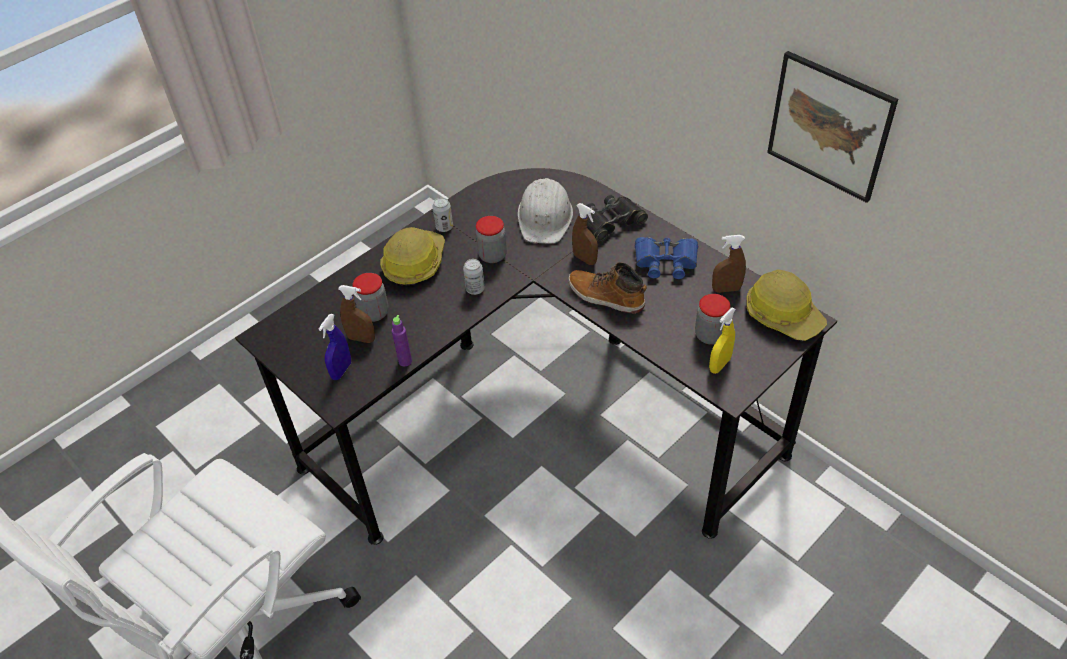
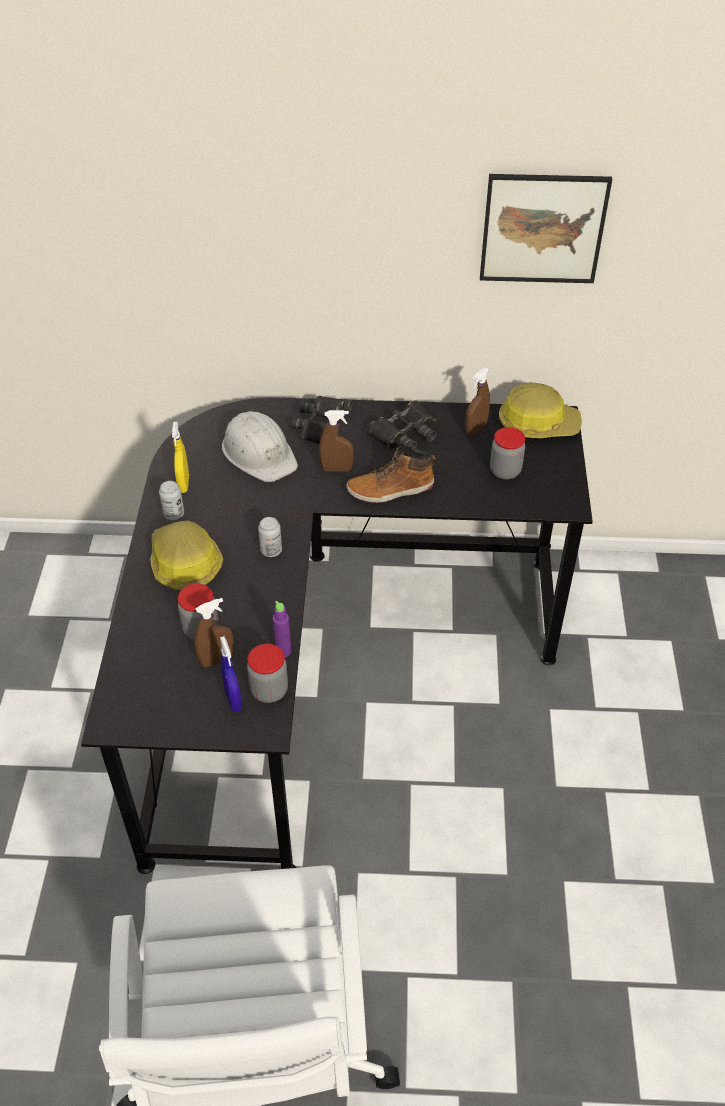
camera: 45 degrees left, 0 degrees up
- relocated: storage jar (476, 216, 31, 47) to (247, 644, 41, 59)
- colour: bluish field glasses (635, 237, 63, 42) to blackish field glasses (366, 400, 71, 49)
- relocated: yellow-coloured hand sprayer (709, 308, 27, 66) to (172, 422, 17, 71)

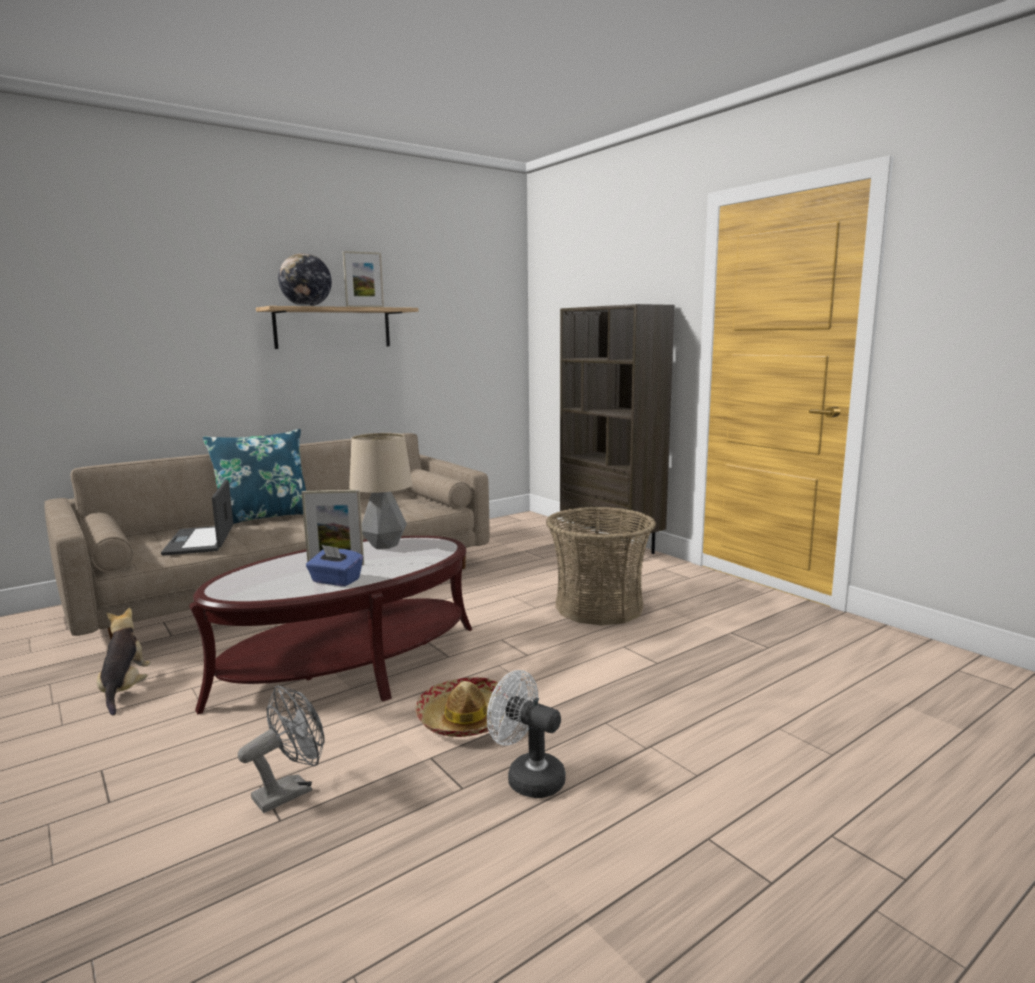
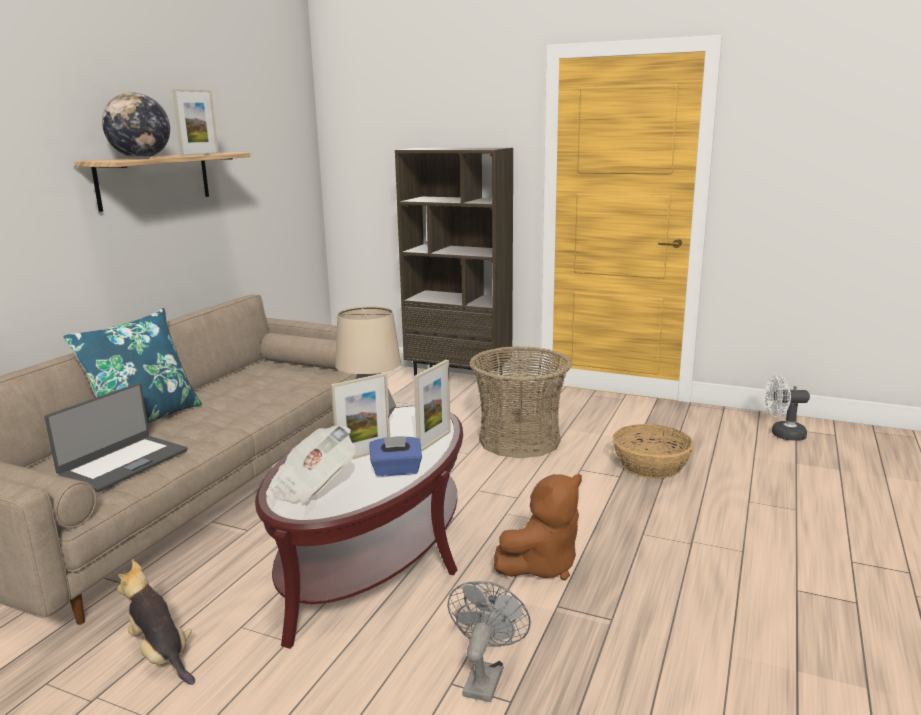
camera: 30 degrees left, 5 degrees up
- spun: notebook computer (161, 480, 72, 76) = (45, 383, 143, 109) 105 degrees counterclockwise
- relocated: white-coloured electric fan (487, 670, 79, 128) to (765, 375, 45, 66)
- exchanged: hat (415, 677, 93, 60) to brown cuddly toy (494, 474, 88, 106)
- appeared: picture frame (414, 360, 37, 92)
- appeared: storage basket (613, 424, 81, 55)
- appeared: newspaper (266, 425, 90, 78)

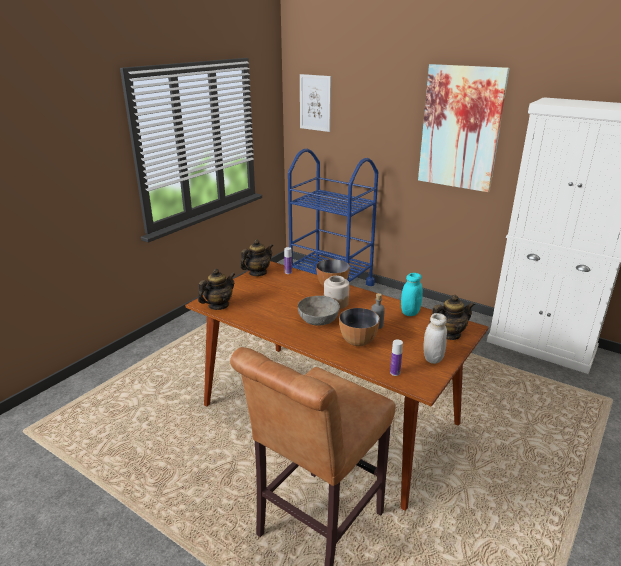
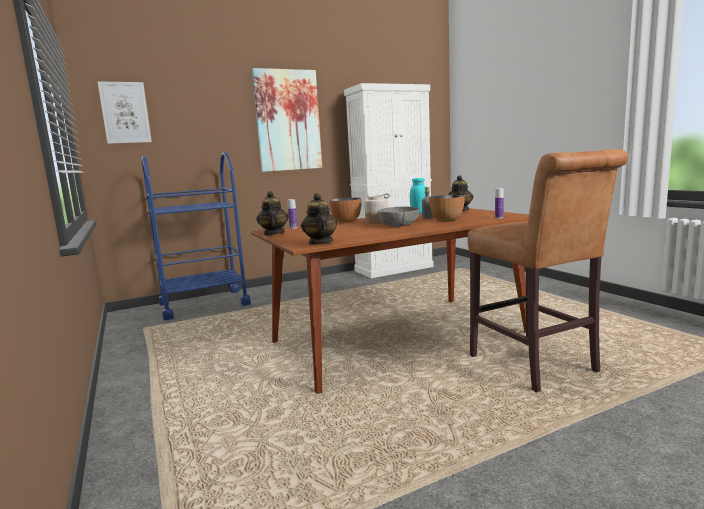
camera: 60 degrees left, 15 degrees down
- missing: white-coloured storage jar (423, 313, 24, 51)

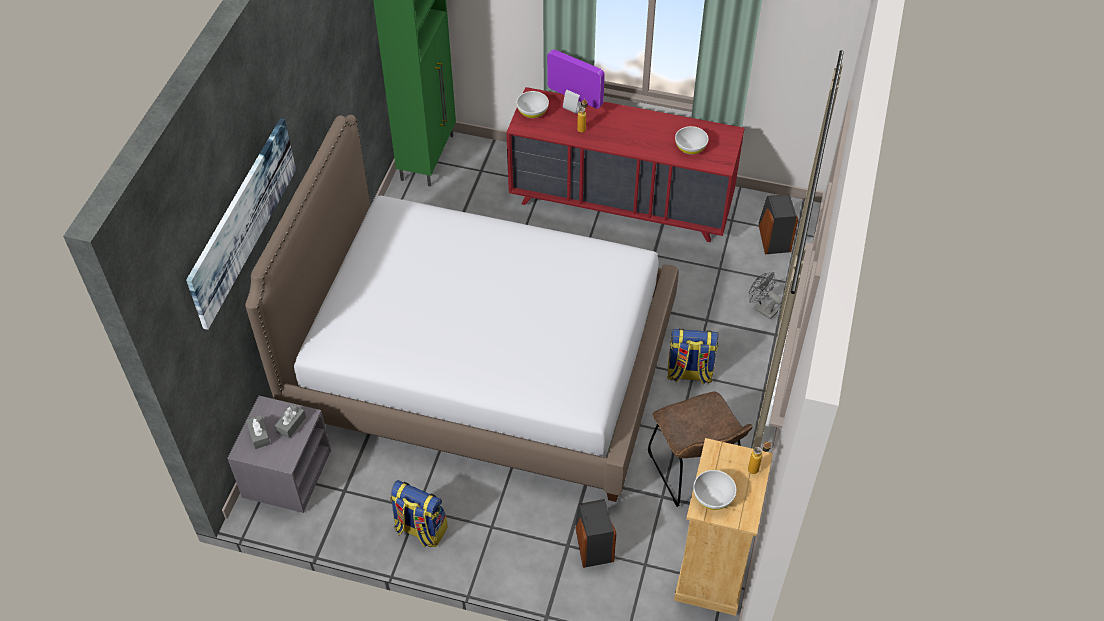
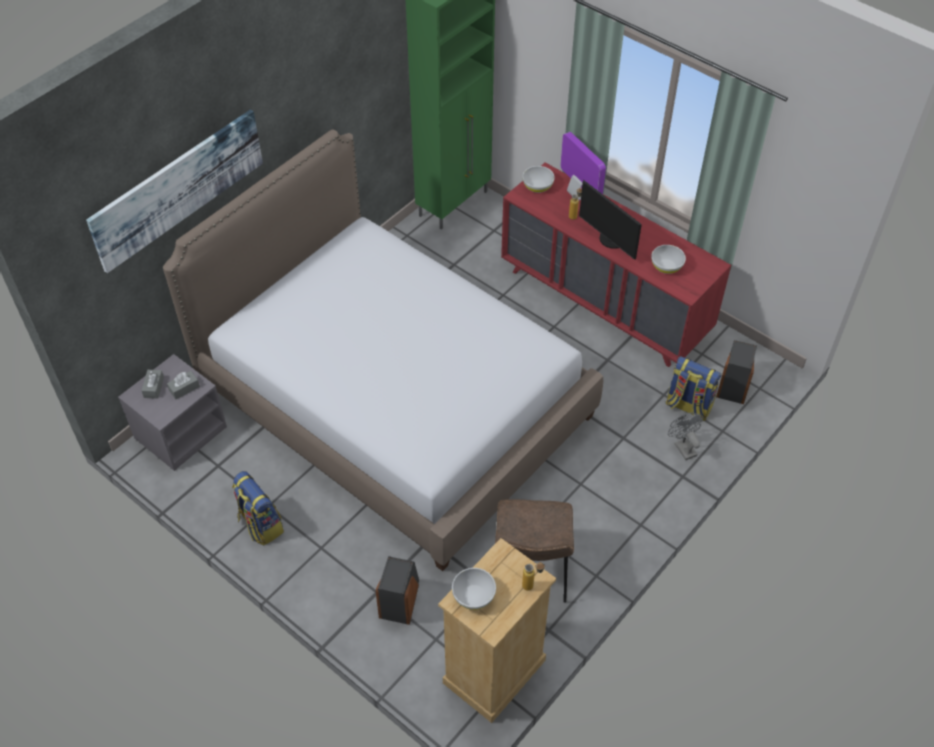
camera: 25 degrees right, 0 degrees up
- relocated: knapsack (667, 329, 52, 56) to (666, 356, 56, 65)
- appeared: computer screen (579, 180, 63, 79)

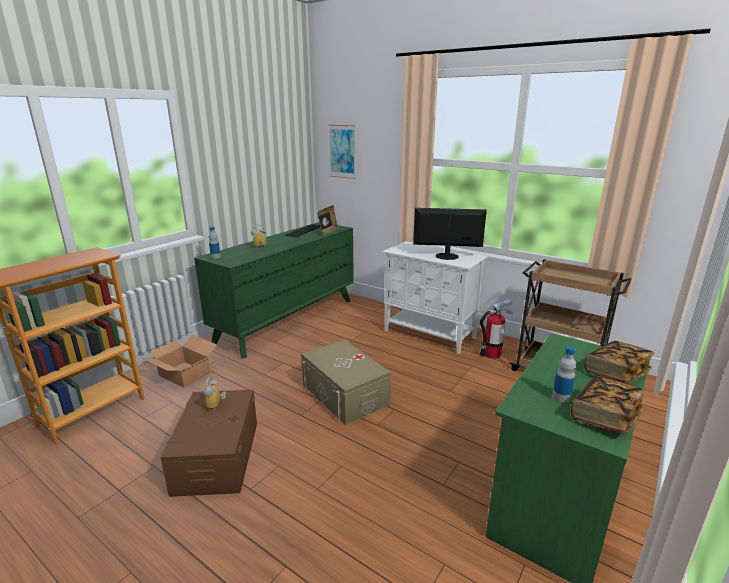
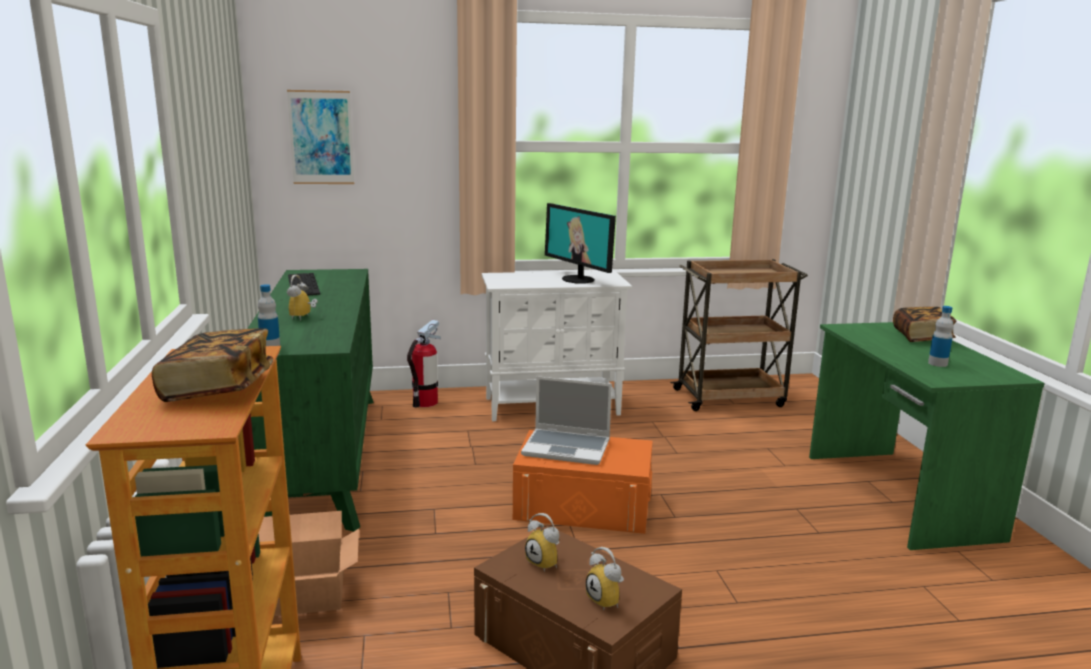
camera: 45 degrees left, 5 degrees down
- missing: picture frame (317, 205, 22, 30)
- spun: computer screen (413, 208, 74, 52) = (545, 203, 71, 81) 90 degrees counterclockwise
- relocated: fire-fighting cylinder (480, 299, 33, 60) to (407, 320, 34, 88)
- colour: beige-coloured storage bin (301, 340, 90, 85) to orange-coloured storage bin (513, 430, 139, 104)
- relocated: bound book (570, 377, 75, 57) to (152, 328, 121, 74)
- appeared: notebook computer (521, 376, 91, 89)
- appeared: bedside clock (586, 547, 38, 63)

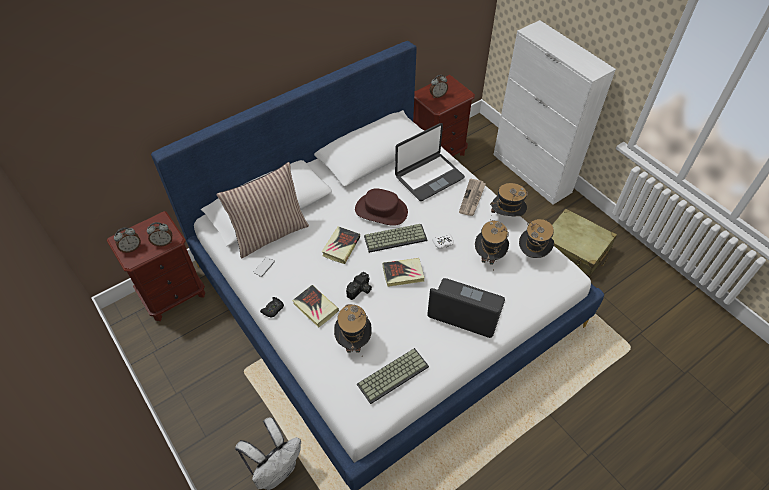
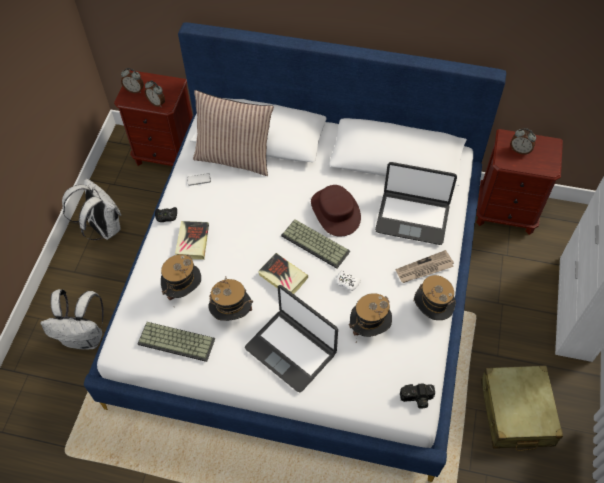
camera: 50 degrees right, 5 degrees up
- relocated: hat (519, 219, 35, 39) to (208, 278, 45, 43)
- missing: bound book (322, 226, 38, 38)
- relocated: photo camera (346, 272, 26, 28) to (400, 383, 35, 26)
- spun: notebook computer (427, 278, 78, 60) = (245, 285, 93, 108) 150 degrees clockwise
- appeared: white-coloured knapsack (62, 178, 59, 62)

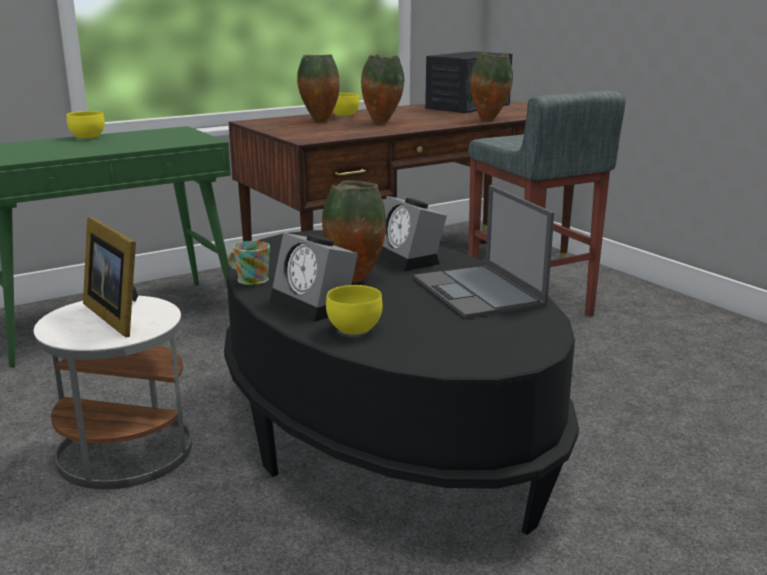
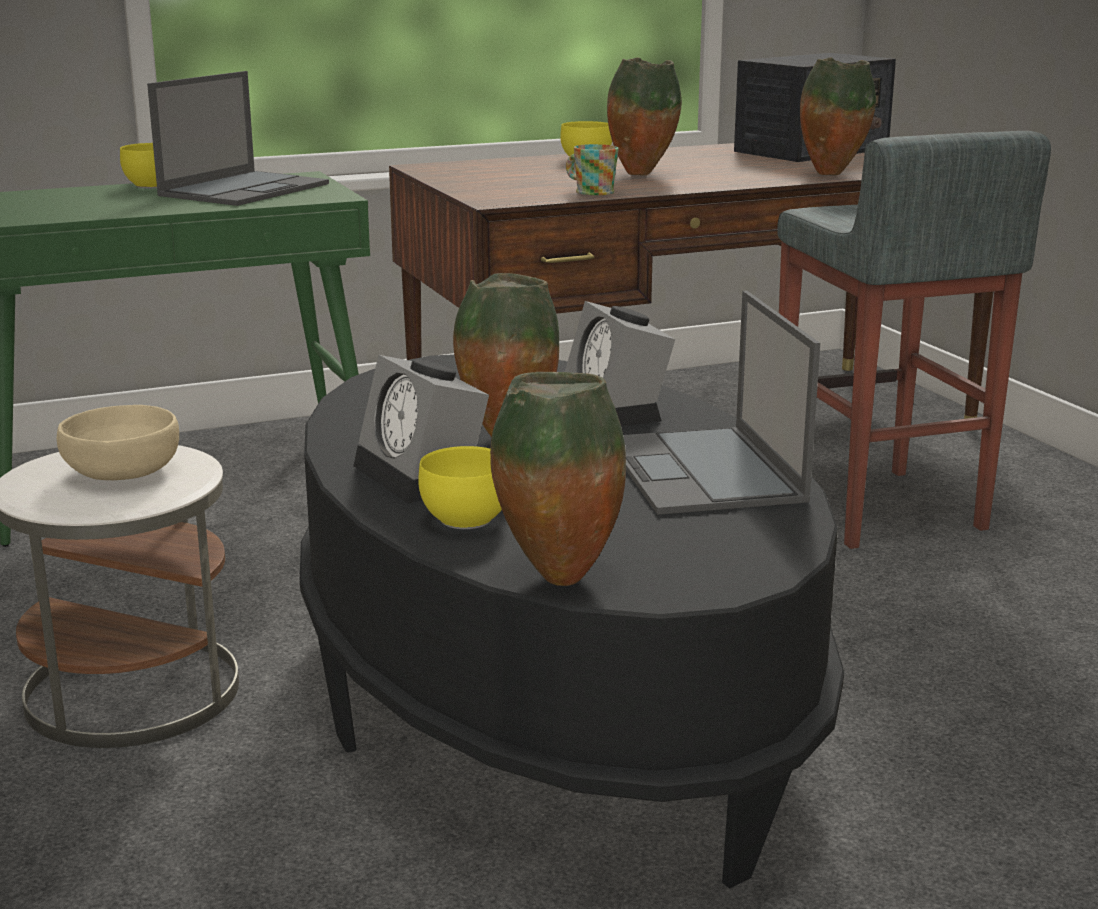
camera: 10 degrees right, 0 degrees up
- relocated: flower vase (297, 54, 43, 68) to (490, 372, 136, 214)
- exchanged: picture frame (83, 217, 55, 120) to beige-coloured deep dish (57, 405, 122, 75)
- relocated: coffee mug (228, 241, 42, 44) to (566, 144, 53, 51)
- appeared: notebook computer (147, 71, 182, 135)

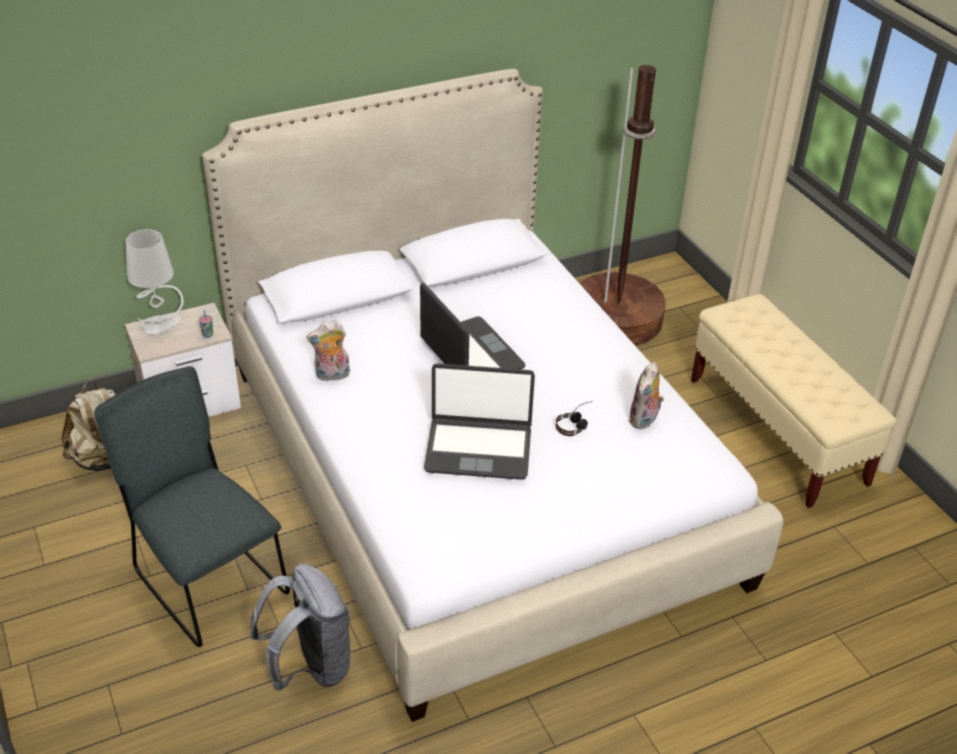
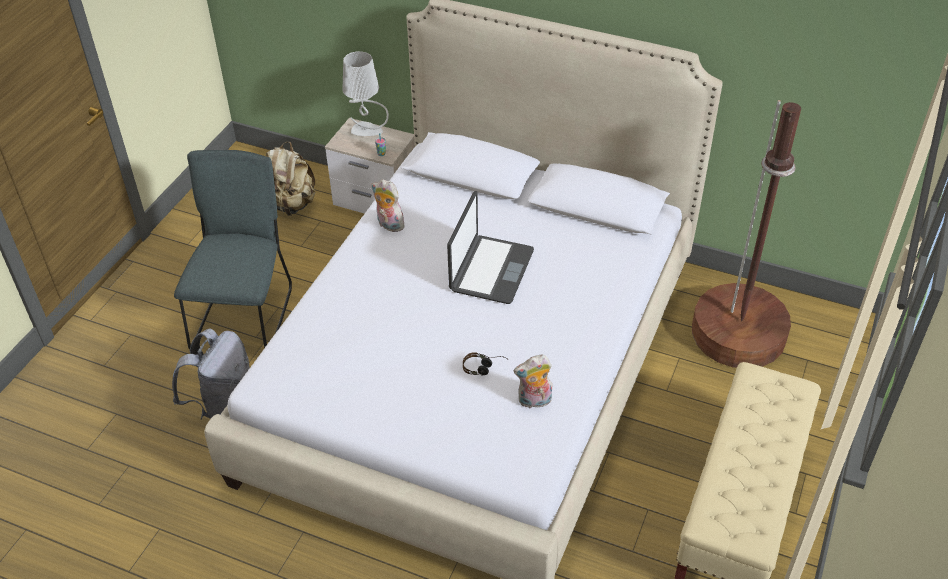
camera: 50 degrees right, 5 degrees up
- missing: notebook computer (424, 363, 111, 117)

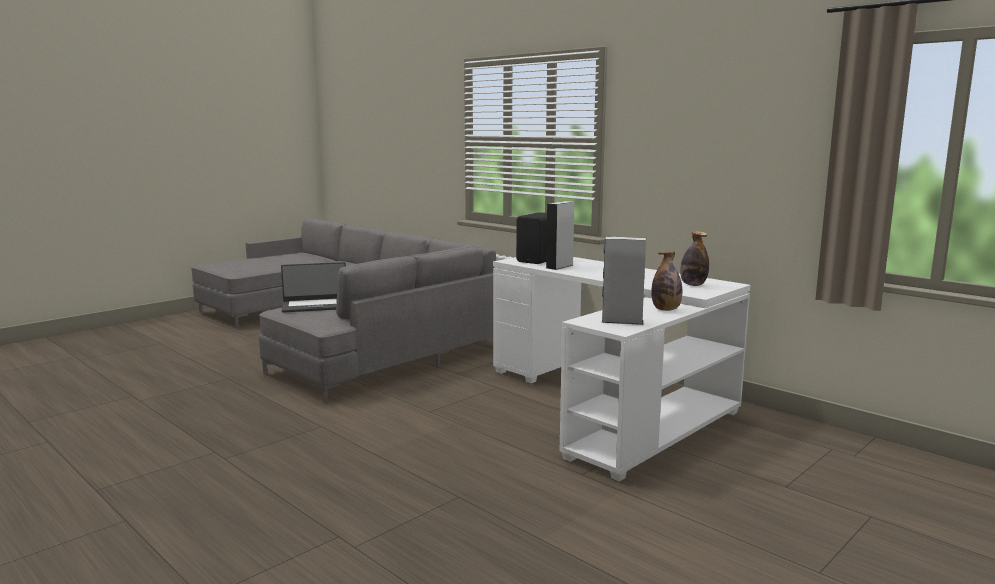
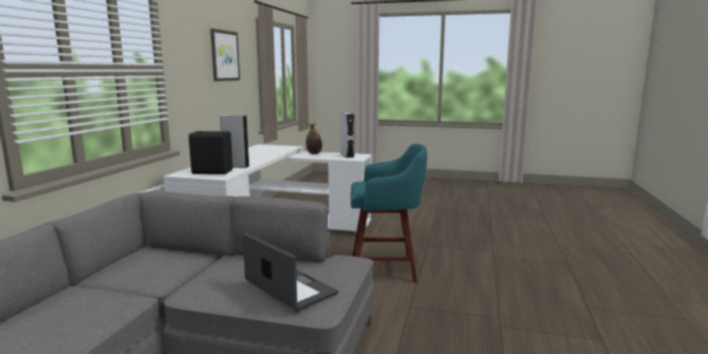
camera: 120 degrees left, 0 degrees up
- missing: beverage bottle (680, 231, 29, 55)
- appeared: picture (210, 29, 30, 52)
- appeared: turquoise stool seat (351, 144, 76, 138)

